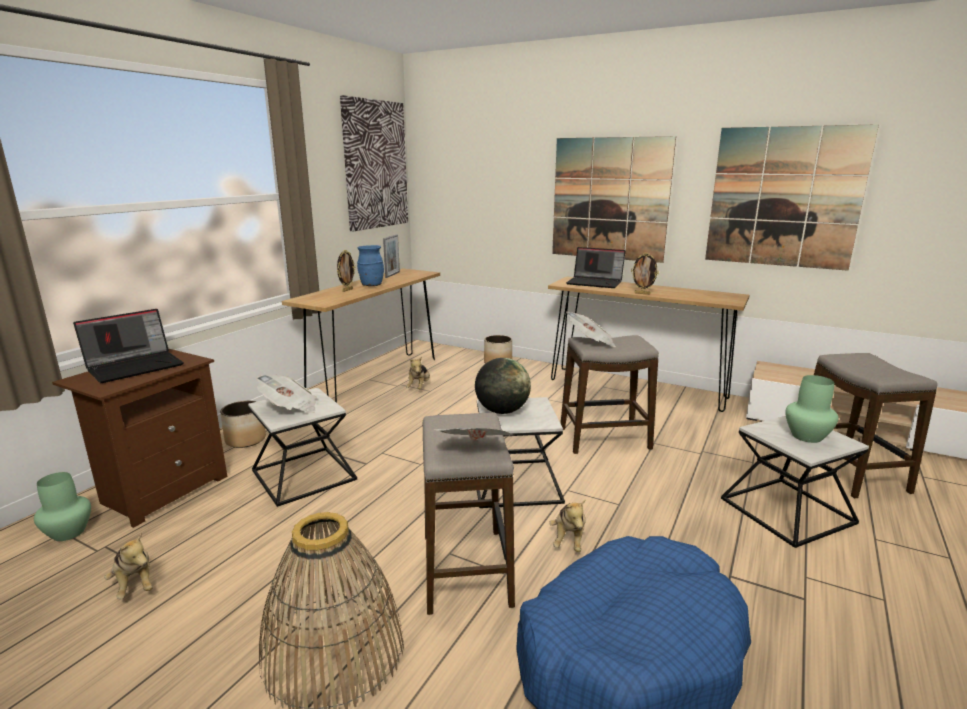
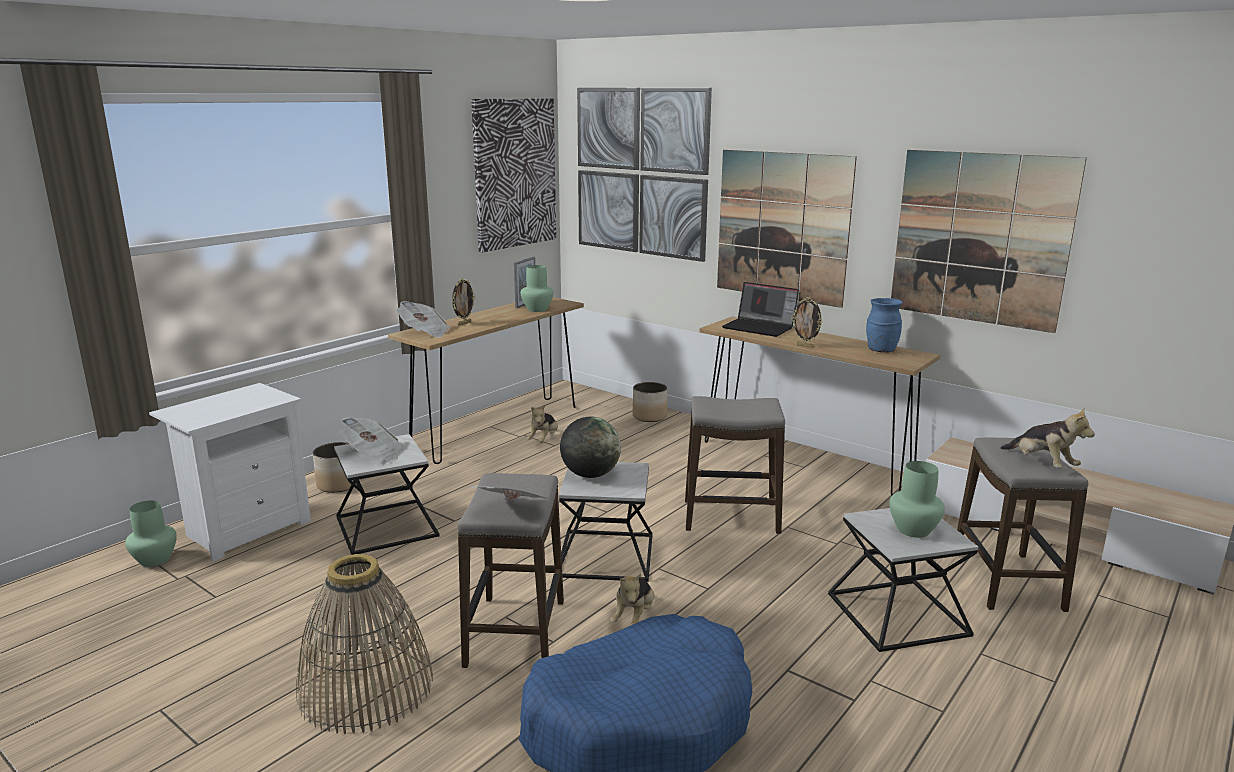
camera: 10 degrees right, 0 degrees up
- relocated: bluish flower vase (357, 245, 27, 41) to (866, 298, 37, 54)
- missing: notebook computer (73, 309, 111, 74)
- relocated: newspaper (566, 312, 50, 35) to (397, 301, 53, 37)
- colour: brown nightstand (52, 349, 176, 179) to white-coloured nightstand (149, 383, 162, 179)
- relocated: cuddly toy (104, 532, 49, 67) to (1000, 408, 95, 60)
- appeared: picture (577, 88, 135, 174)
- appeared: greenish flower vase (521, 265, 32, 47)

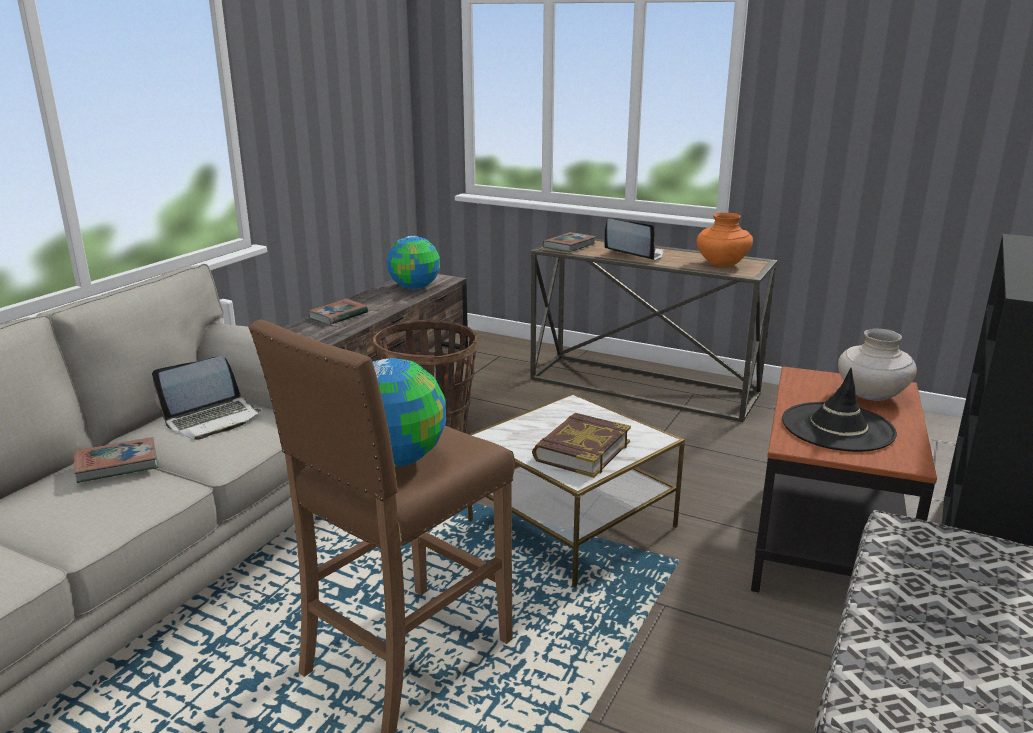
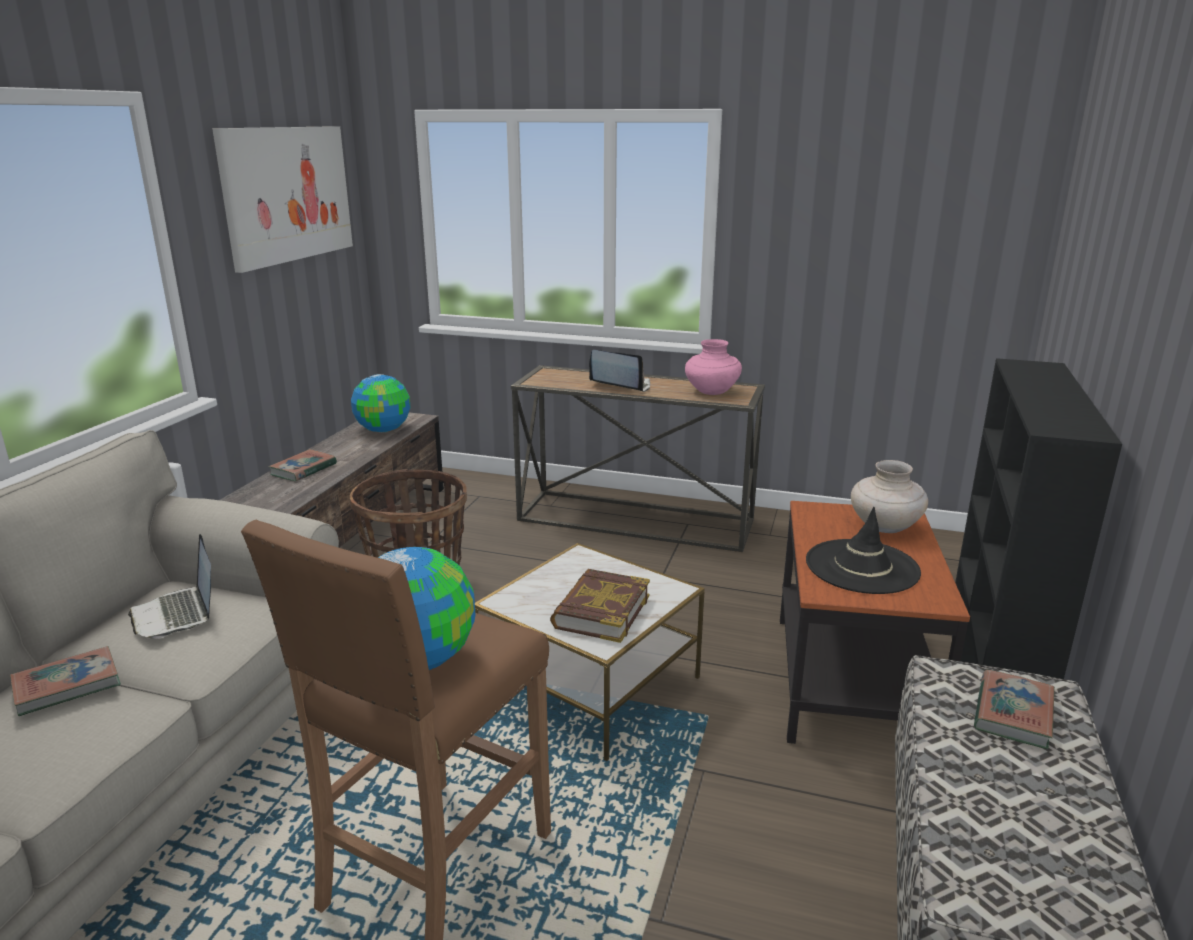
camera: 10 degrees left, 0 degrees up
- colour: orange-coloured flower vase (696, 213, 57, 54) to pinkish flower vase (685, 339, 57, 56)
- relocated: bound book (542, 232, 54, 20) to (974, 670, 81, 79)
- spun: notebook computer (152, 356, 110, 84) = (128, 534, 83, 105) 105 degrees clockwise
- appeared: picture (212, 126, 141, 147)

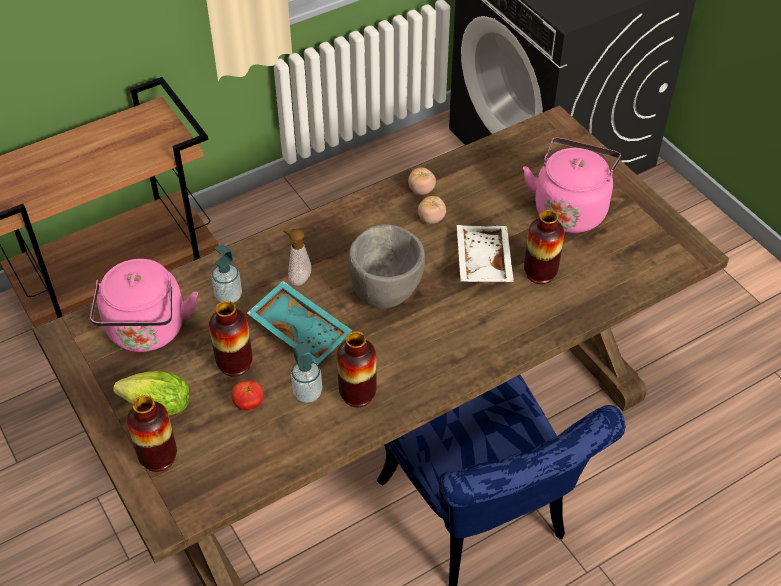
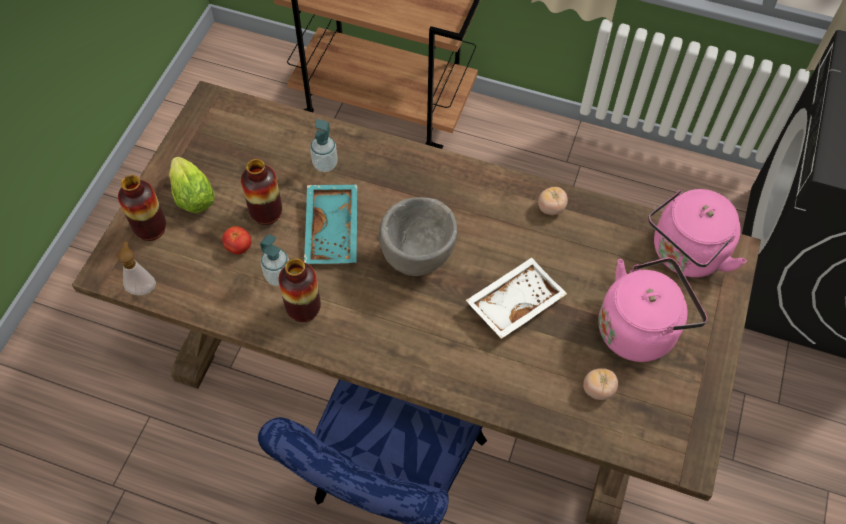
camera: 50 degrees right, 10 degrees up
- relocated: whole tomato (418, 196, 28, 28) to (583, 368, 35, 32)
- missing: flower vase (524, 210, 40, 74)
- relocated: liquid soap bottle (283, 228, 29, 58) to (118, 242, 38, 53)
- relocated: pinkish tea kettle (90, 259, 108, 93) to (648, 189, 99, 88)

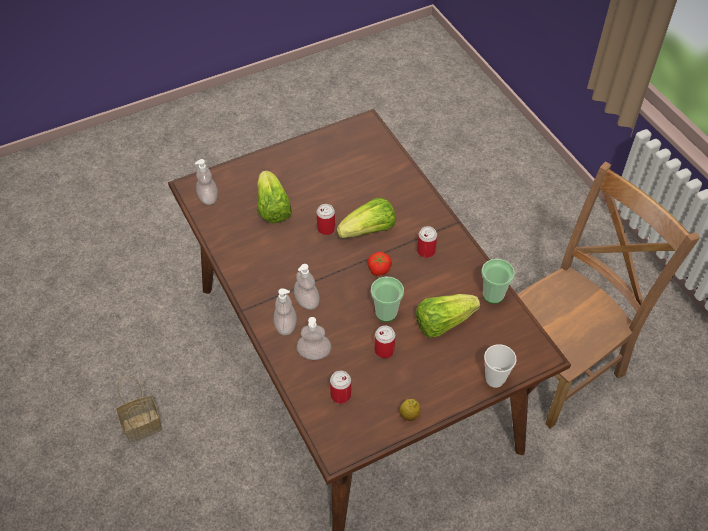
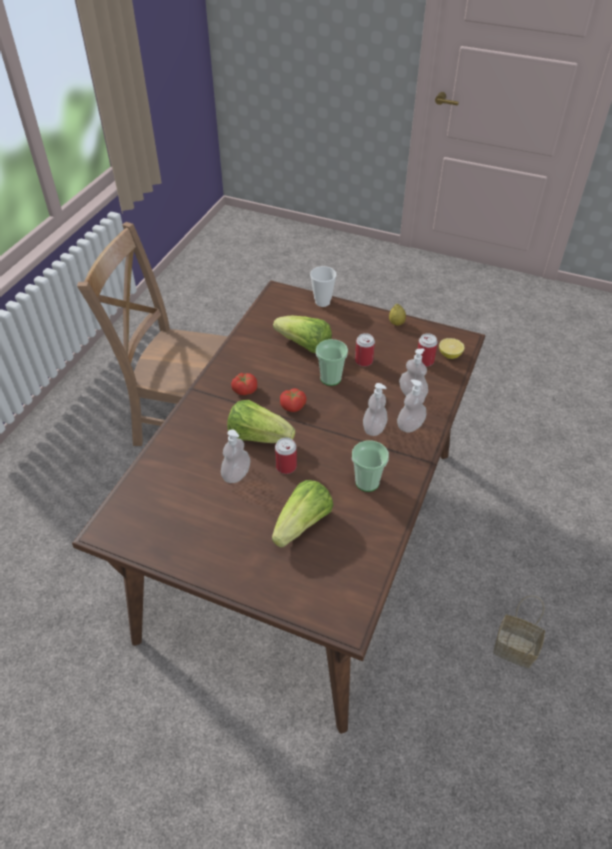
camera: 130 degrees left, 5 degrees down
- relocated: liquid soap bottle (195, 159, 23, 46) to (221, 429, 29, 54)
- exchanged: sealed can (417, 226, 20, 32) to whole tomato (231, 373, 26, 22)
- relocated: cup (481, 259, 34, 45) to (352, 440, 37, 52)
- appeared: whole lemon (439, 338, 25, 21)

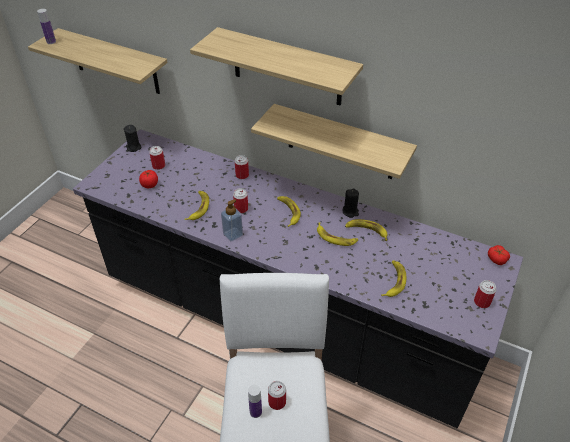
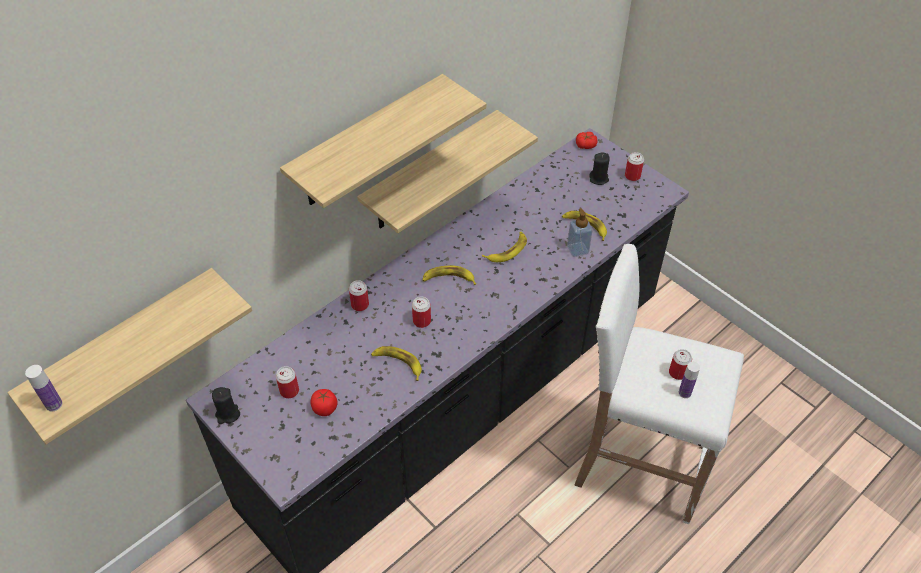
camera: 70 degrees left, 5 degrees up
- relocated: blackish candle (343, 189, 16, 29) to (589, 152, 21, 33)
- relocated: liquid soap bottle (221, 199, 22, 42) to (567, 208, 26, 49)
- missing: banana fruit (345, 219, 42, 22)

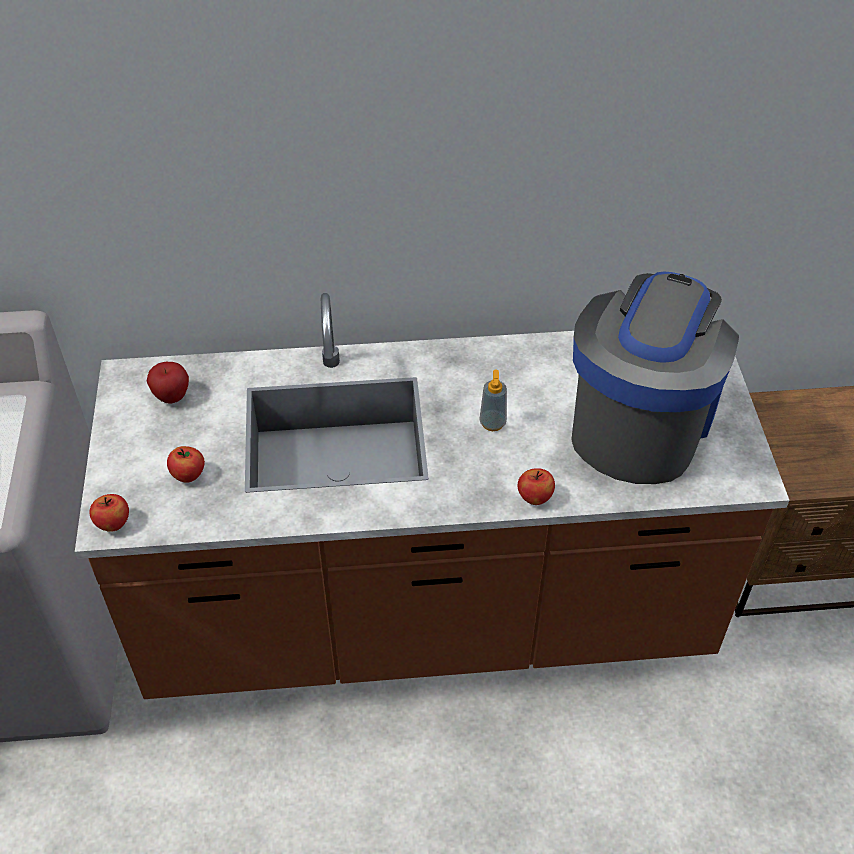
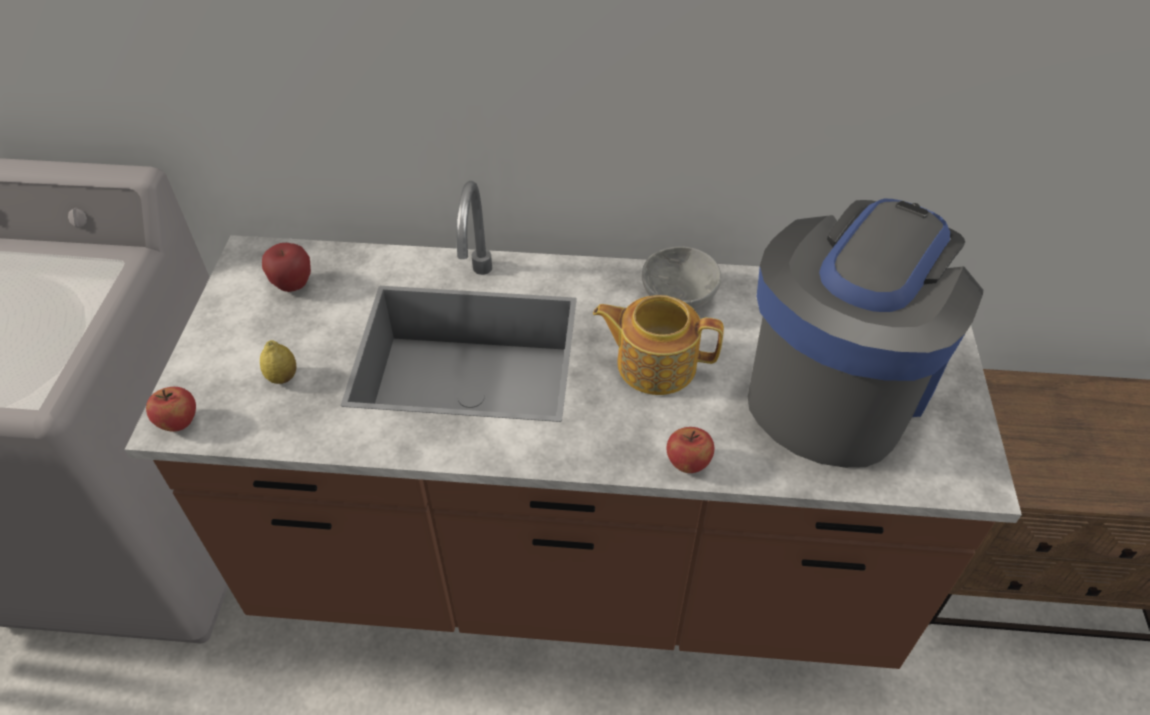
camera: 10 degrees right, 0 degrees up
- exchanged: liquid soap bottle (479, 370, 28, 61) to teapot (593, 295, 131, 100)
- exchanged: apple fruit (167, 446, 38, 37) to whole lemon (260, 340, 36, 44)
- appeared: grey deep dish (642, 247, 79, 63)

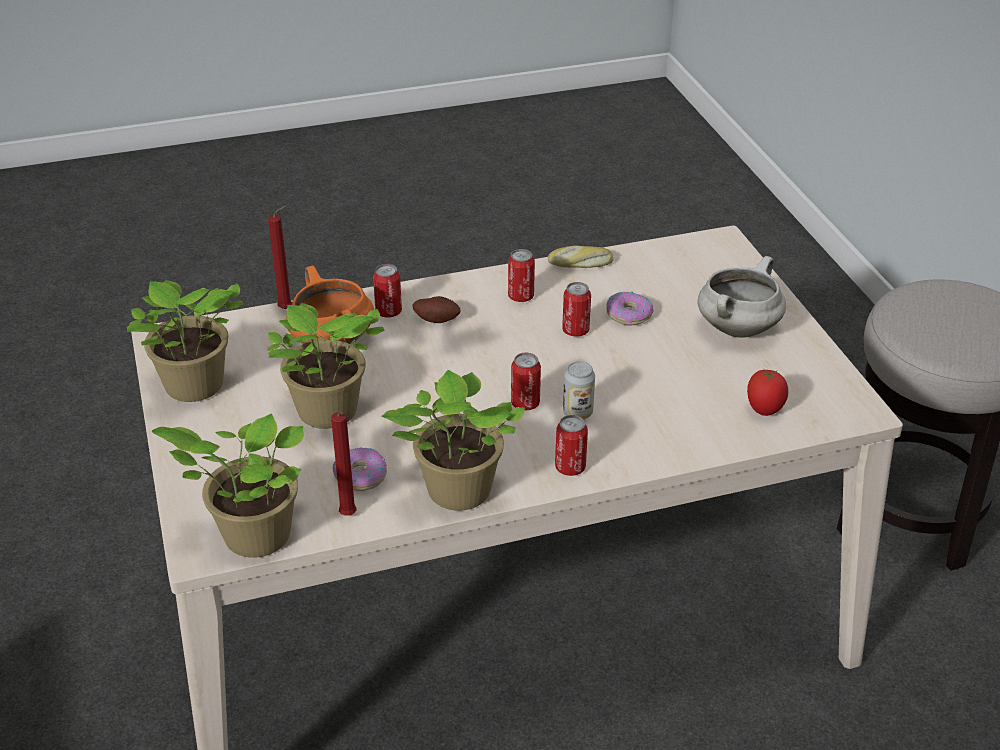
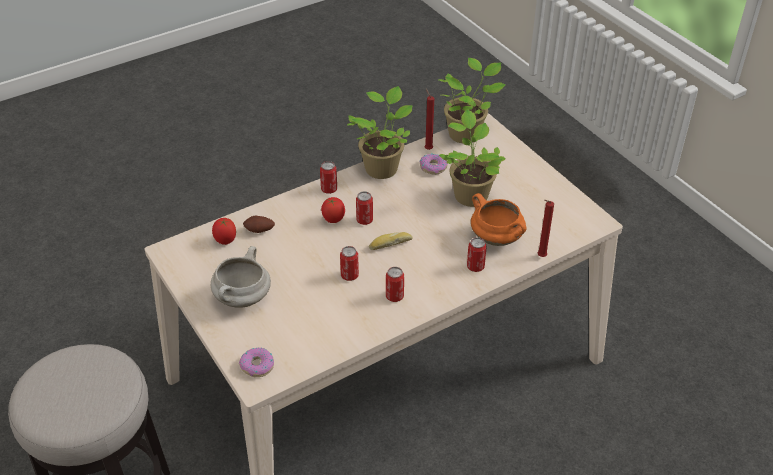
camera: 165 degrees right, 5 degrees up
- relocated: bread (548, 245, 66, 23) to (369, 232, 44, 18)
- missing: potted plant (127, 280, 117, 122)
- relocated: doughnut (606, 291, 48, 34) to (239, 348, 35, 29)
- relocated: potato (412, 296, 49, 27) to (243, 216, 32, 17)
- exchanged: sealed can (563, 361, 32, 58) to whole tomato (321, 197, 24, 26)

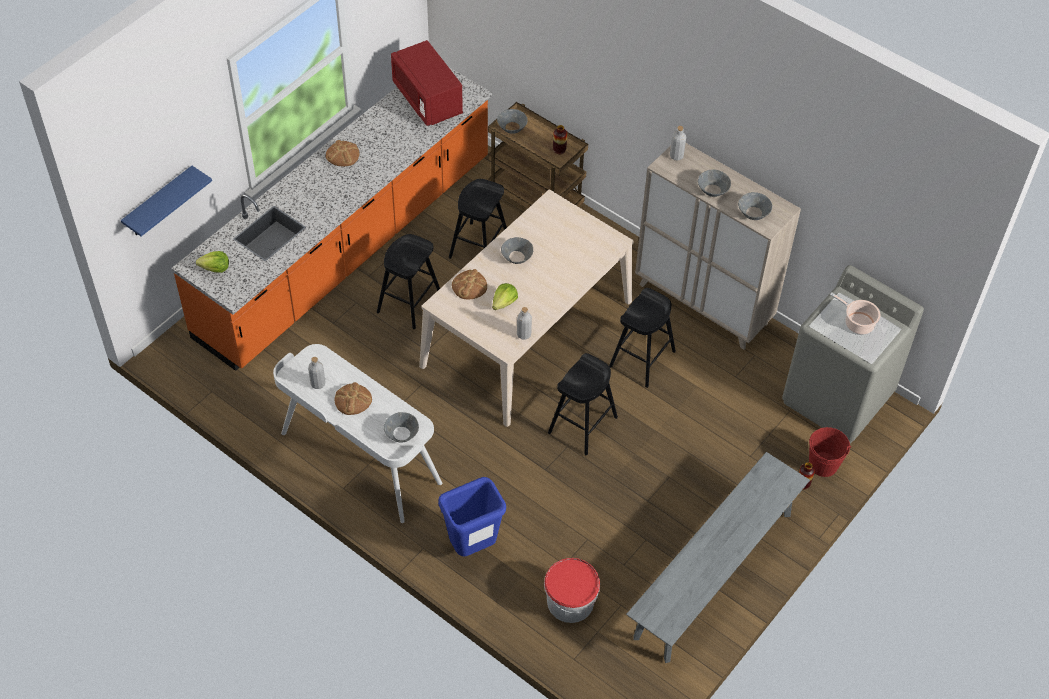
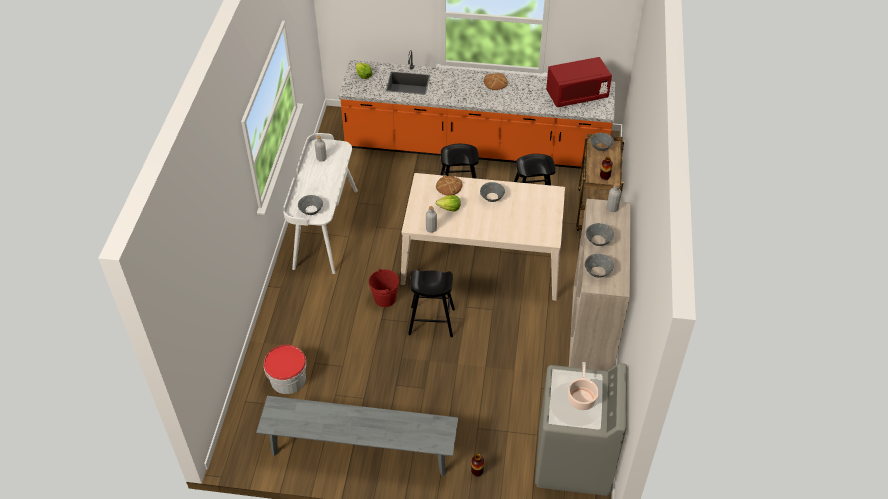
camera: 60 degrees right, 5 degrees down
- spun: reddish microwave oven (391, 40, 72, 86) = (546, 57, 66, 50) 135 degrees counterclockwise
- missing: bluish wall shelf (121, 166, 91, 70)
- missing: blackish stool seat (609, 288, 67, 100)
- missing: bread (334, 382, 38, 33)
- relocated: reddish bucket (809, 427, 42, 50) to (369, 269, 30, 38)
- missing: bluish rubbish bin (438, 477, 68, 80)

